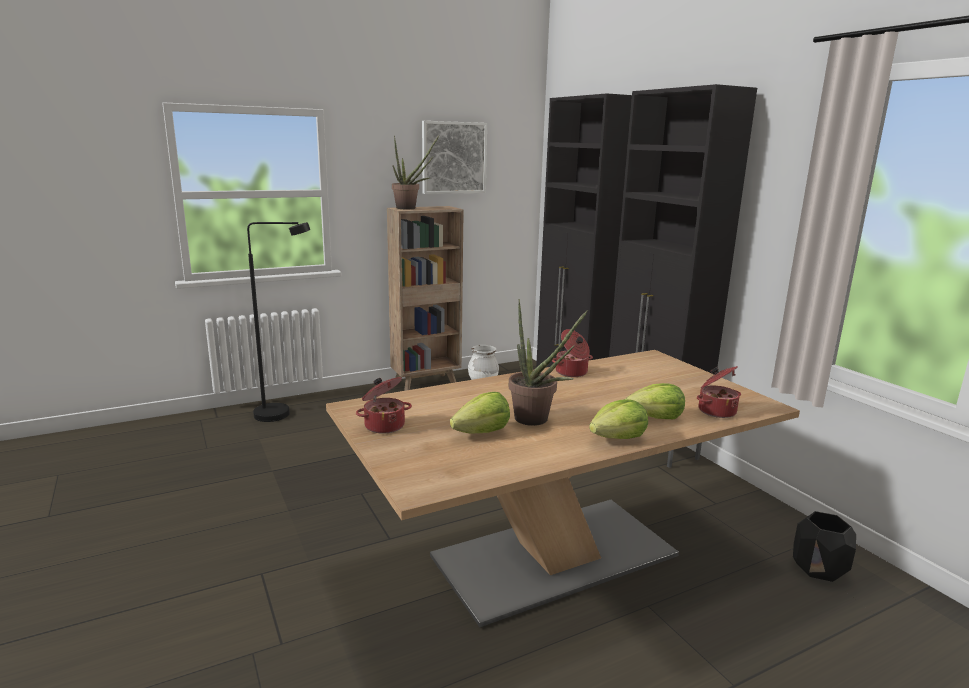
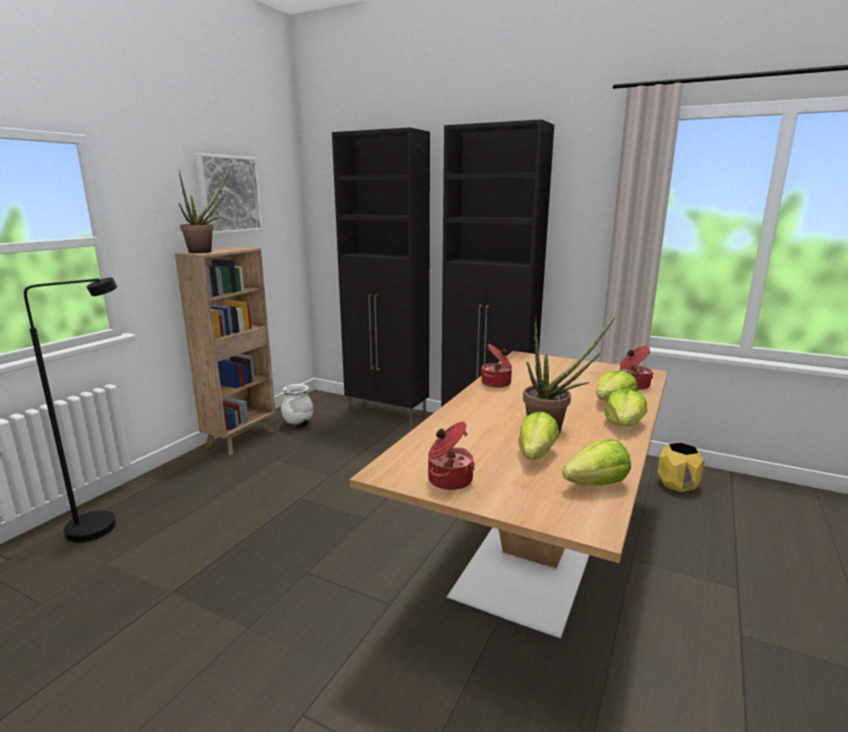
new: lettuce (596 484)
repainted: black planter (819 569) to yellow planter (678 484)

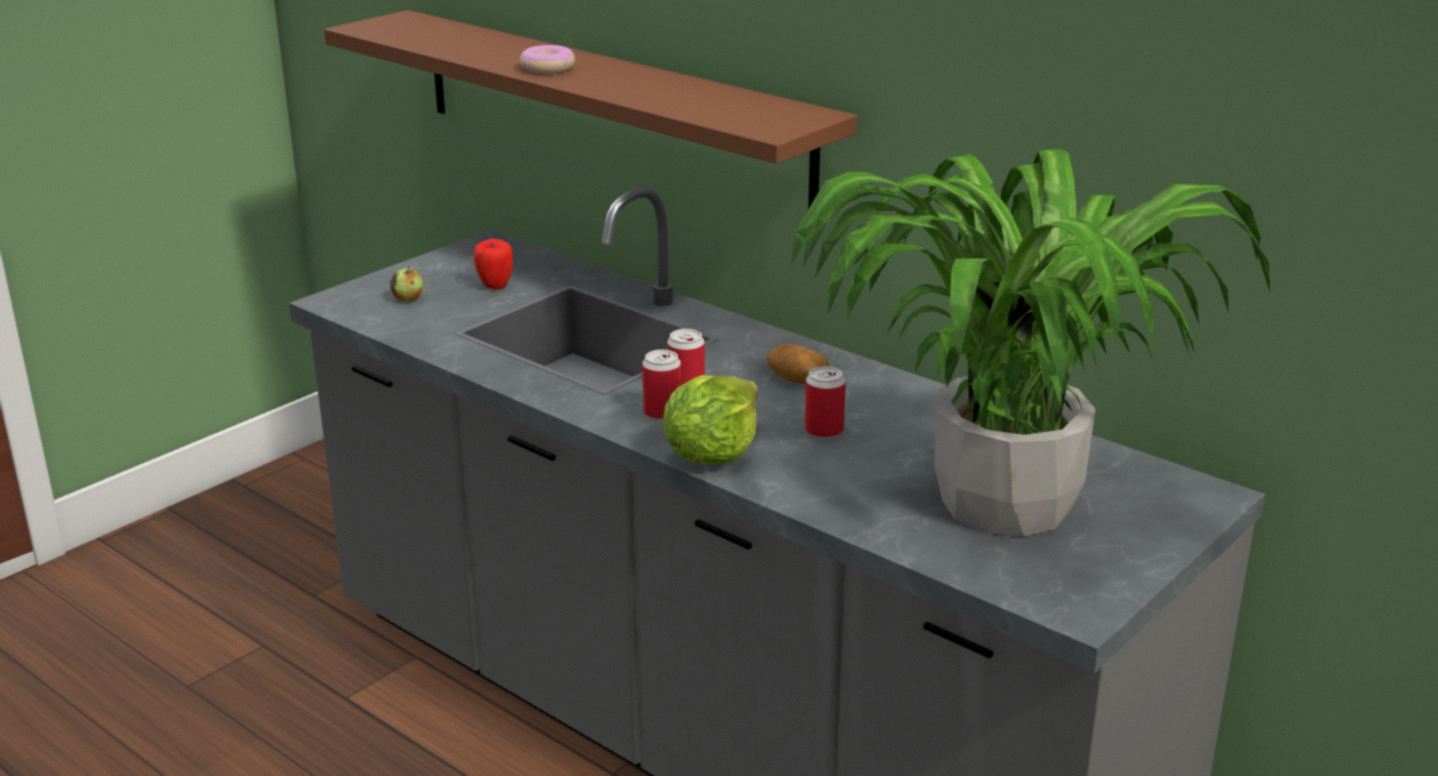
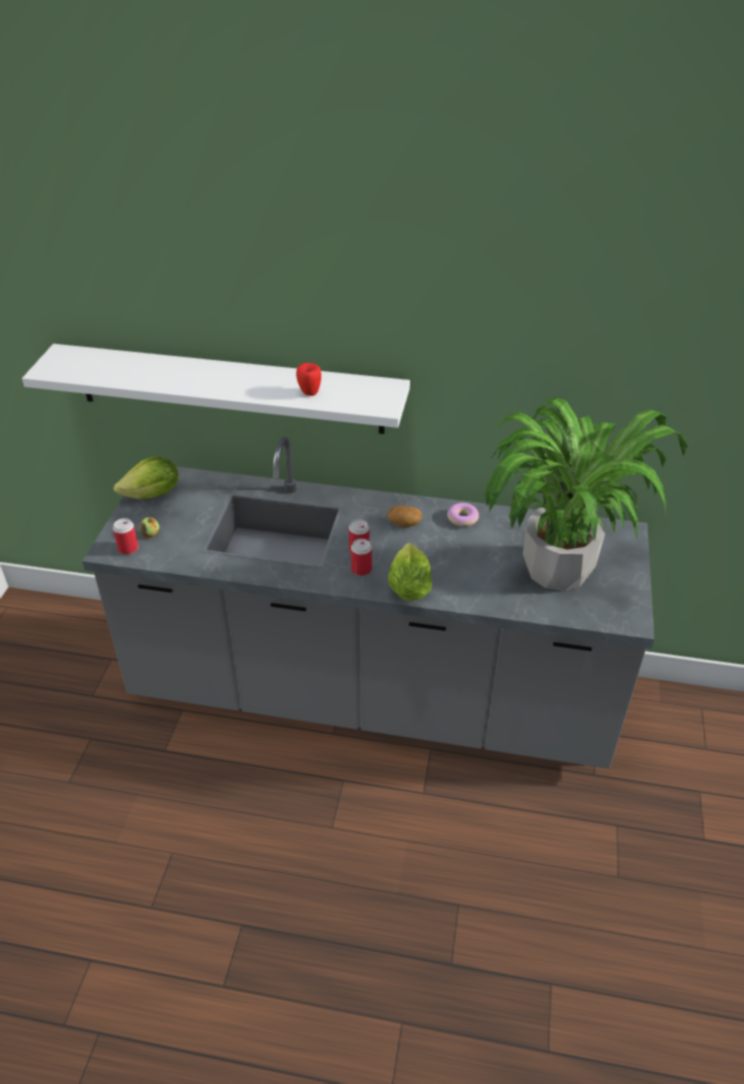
new: lettuce (153 494)
shifted: apple (495 286) to (309 393); donut (548 68) to (462 518); can (824 430) to (128 548)
repainted: brown shelf (609 109) to white shelf (229 389)

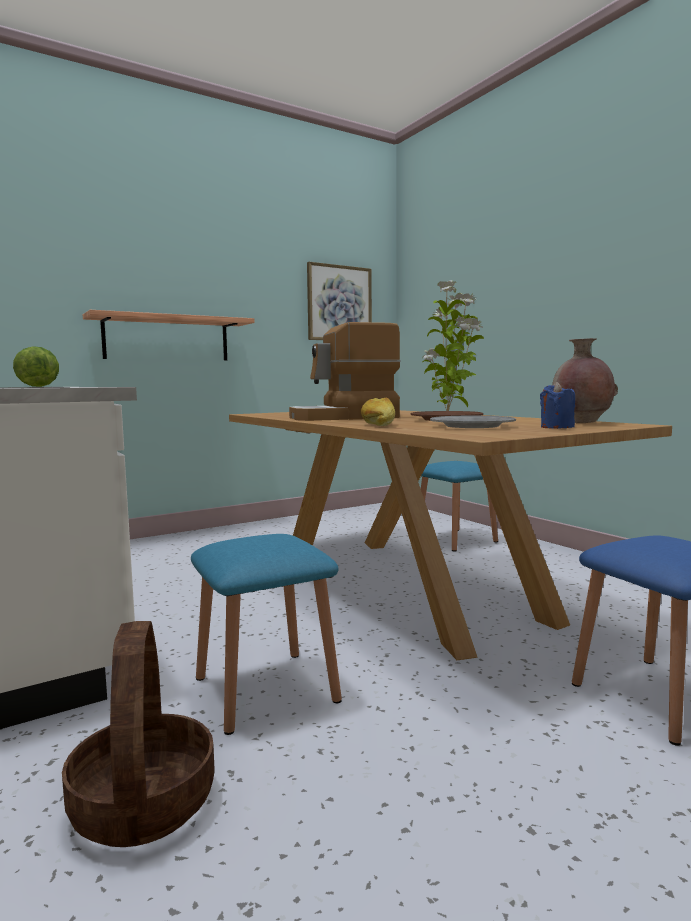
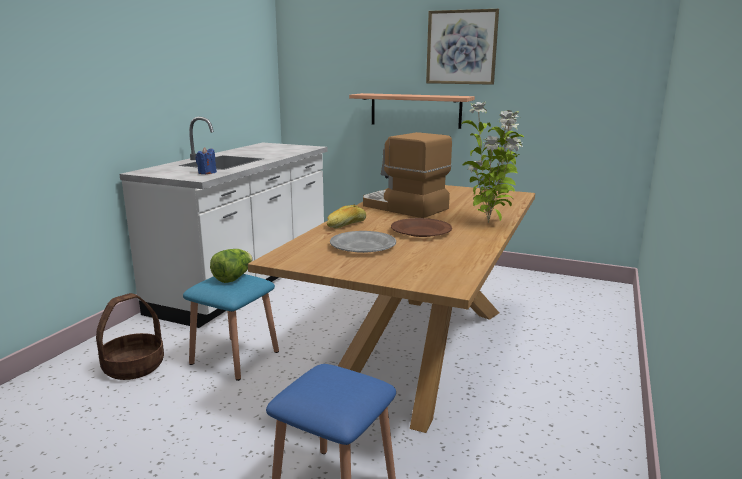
gone: blue stool (455 539); brown vase (581 423)
shifted: lettuce (37 386) to (233 278); picture (339 303) to (461 47); blue candle (556 427) to (207 173)

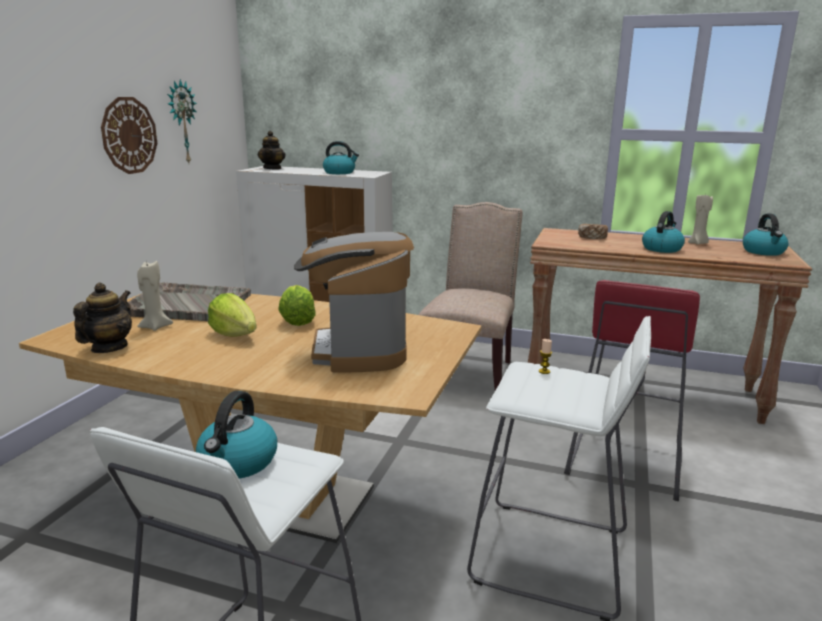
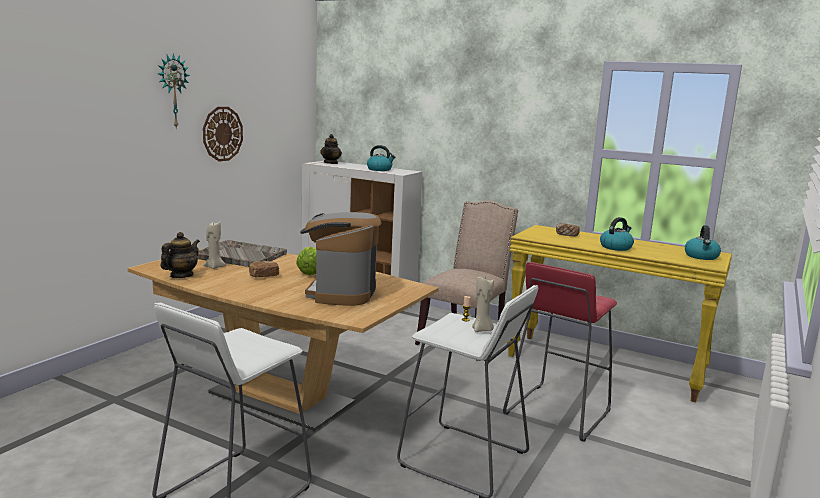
gone: kettle (238 463)
shifted: wall clock (181 122) to (172 91); beige candle (698 243) to (482 330)
swapped: lettuce (235 334) to bread (264 276)
repainted: brown console table (641 389) to yellow console table (604 366)

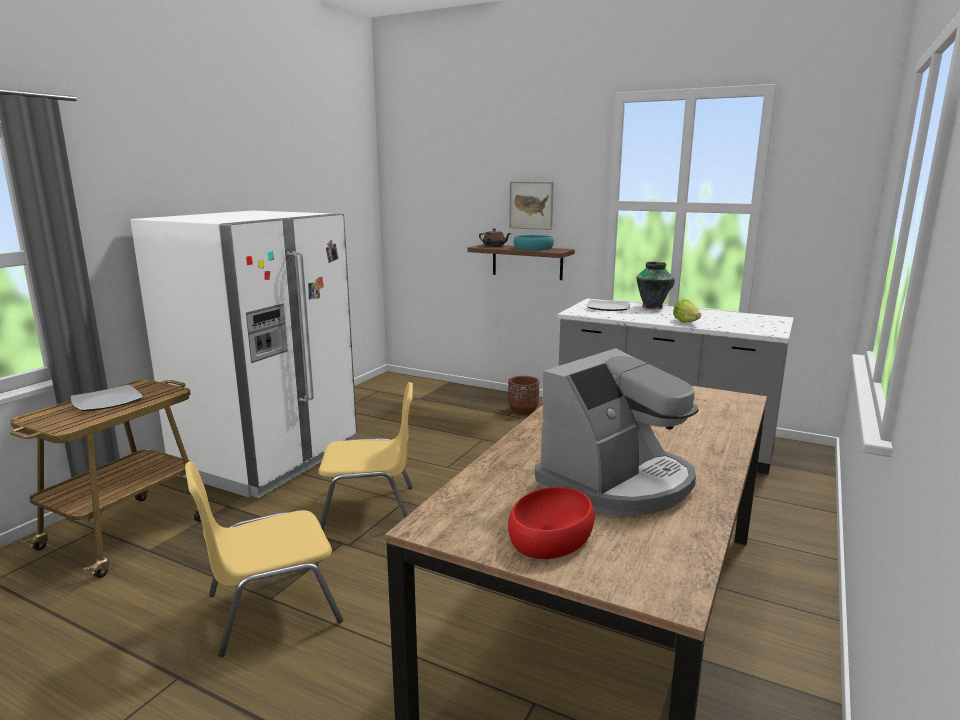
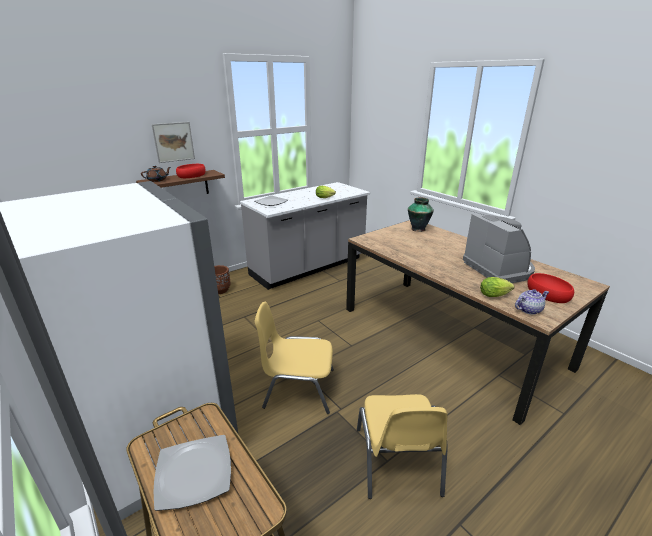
new: lettuce (495 295); teapot (528 310)
shifted: vase (653 307) to (418 229)
repainted: turquoise bowl (533 248) to red bowl (191 175)
rotated: yellow chair (370 507) = (298 388) 105 degrees counterclockwise

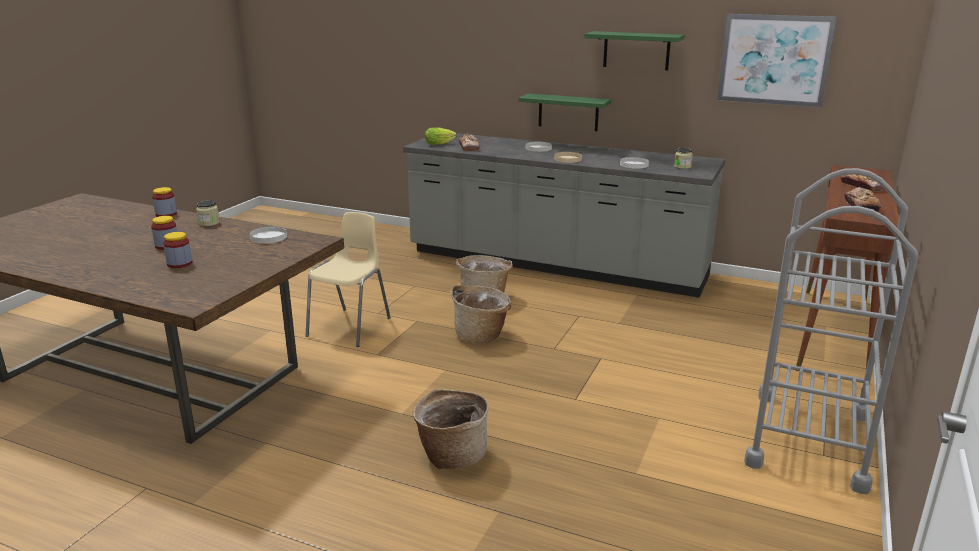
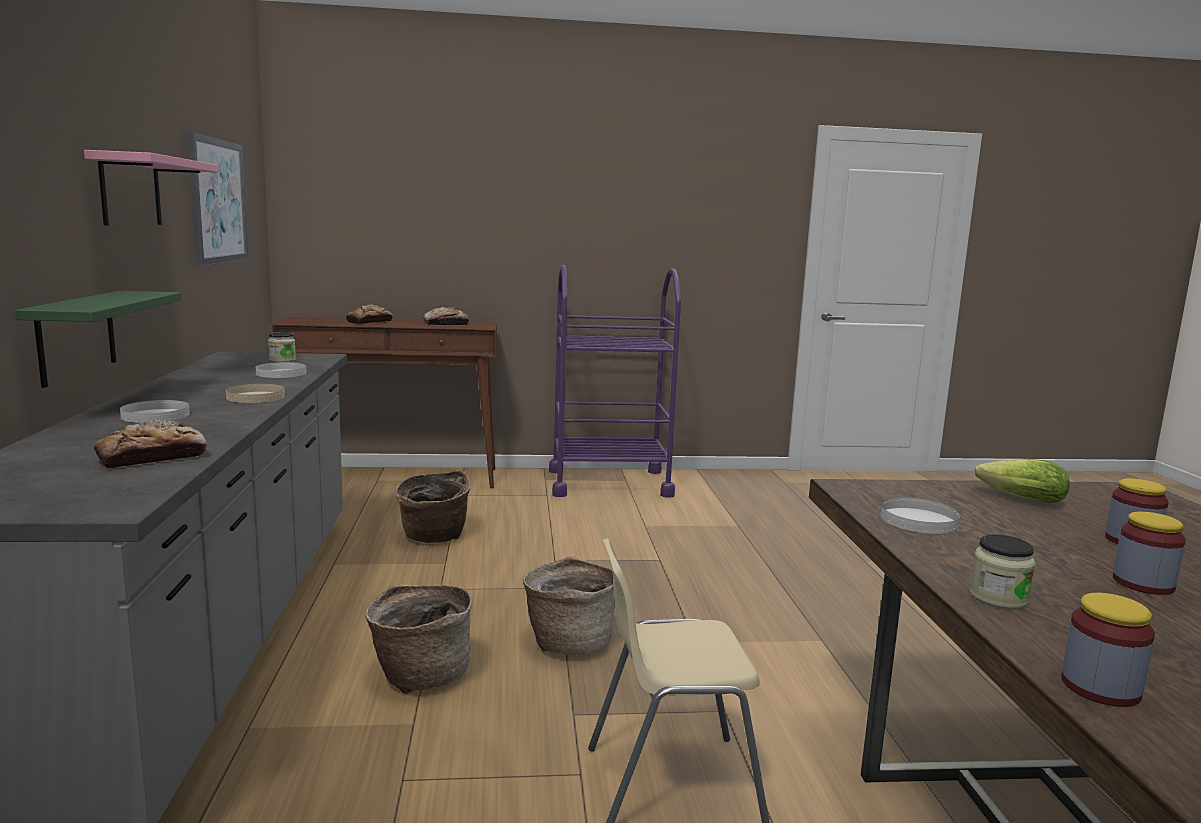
shifted: basket (451 455) to (433 538); lettuce (441 143) to (1017 498)
repainted: green shelf (636 50) to pink shelf (130 191); grey cart (809 439) to purple cart (609 483)

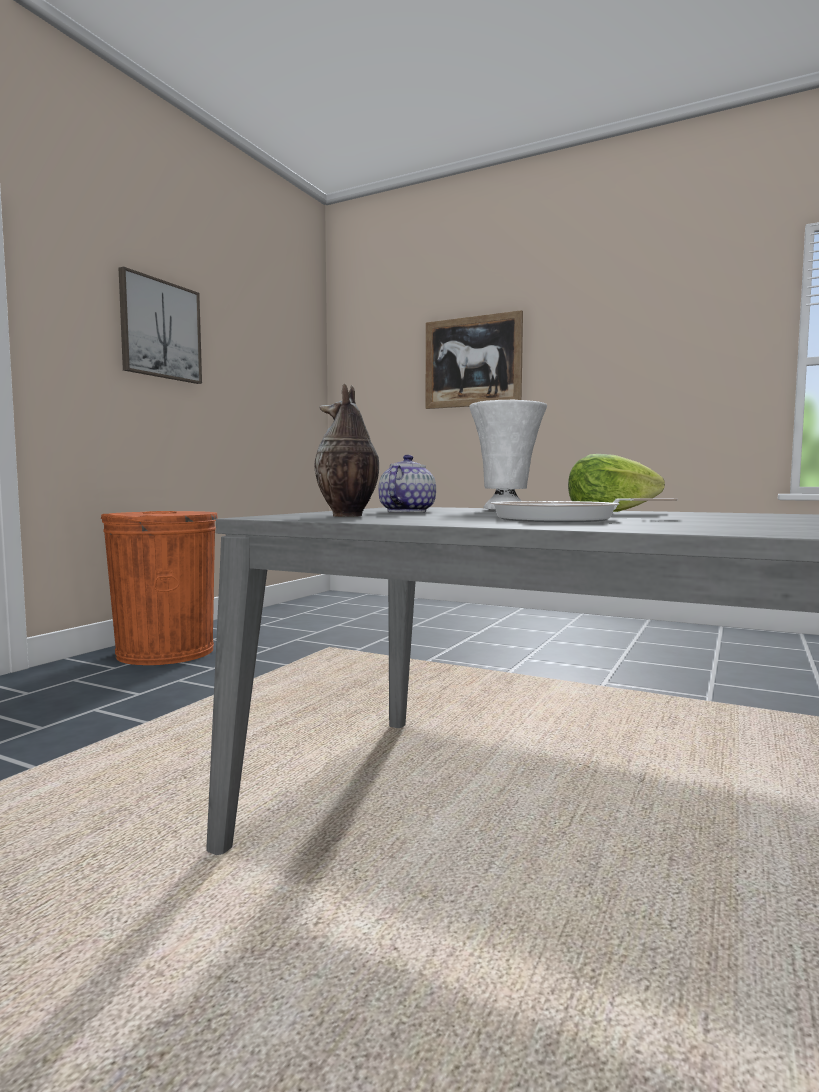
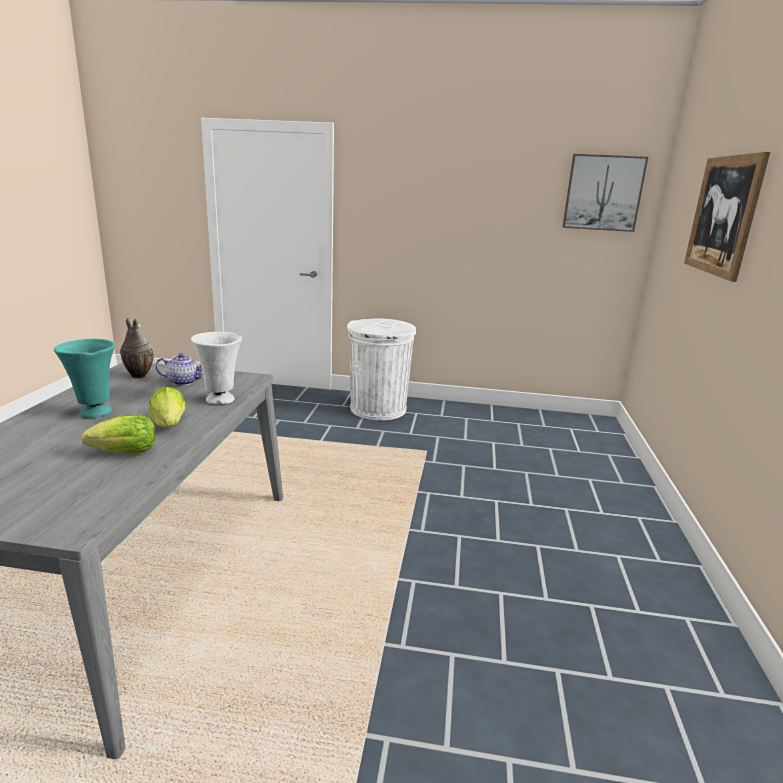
new: lettuce (126 453)
shifted: picture (160 329) to (603 193)
swapped: frying pan (562 519) to turquoise vase (94 413)
repainted: orange trash can (166 652) to white trash can (378 409)

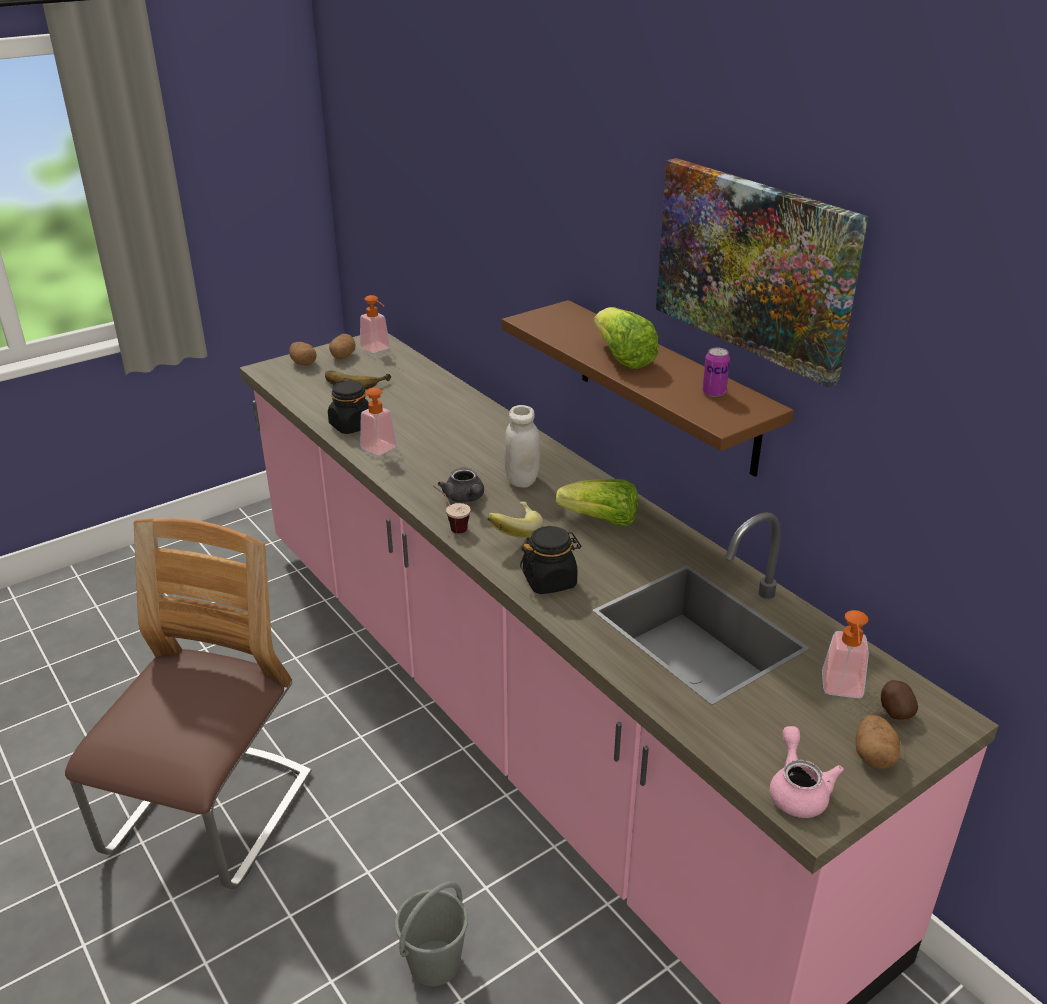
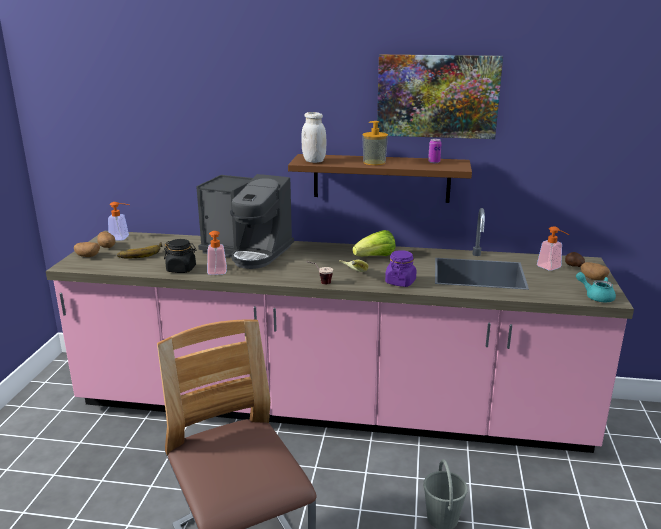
gone: grey teapot (465 498)
new: coffee machine (248 252)
shifted: white jar (522 480) to (314 161)
swapped: lettuce (622 358) to soap dispenser (374 162)
repainted: black jar (550 581) to purple jar (400 282); pink teapot (797 790) to turquoise teapot (596 296)

